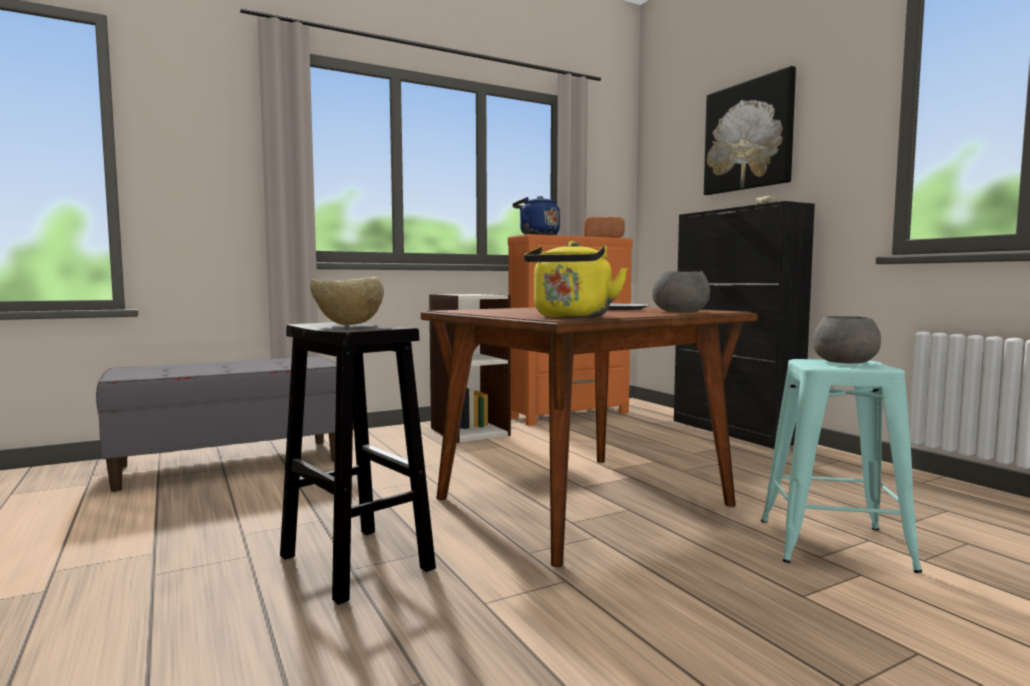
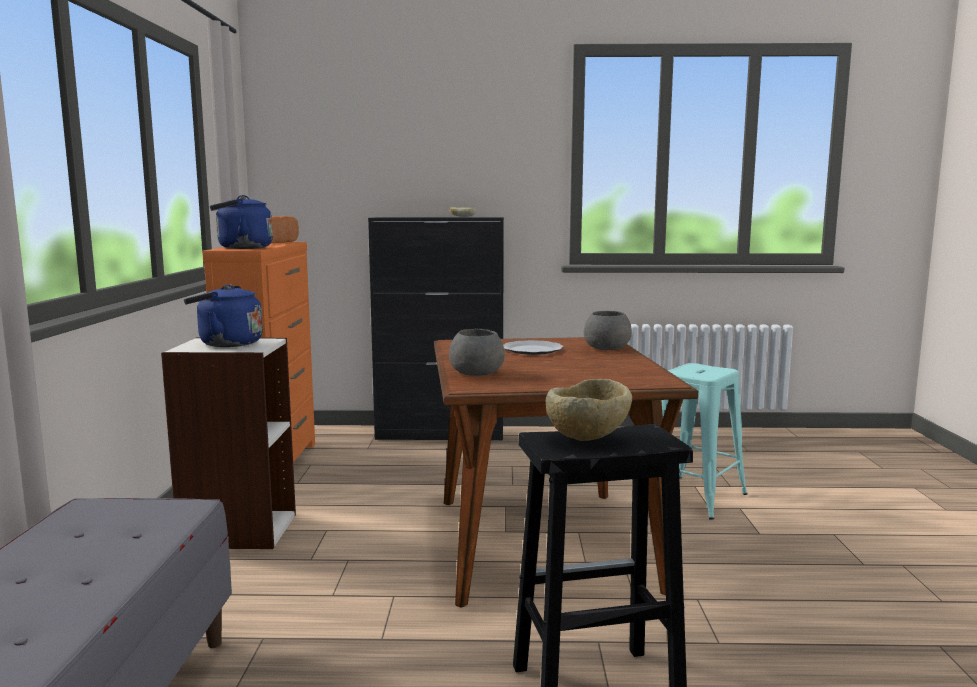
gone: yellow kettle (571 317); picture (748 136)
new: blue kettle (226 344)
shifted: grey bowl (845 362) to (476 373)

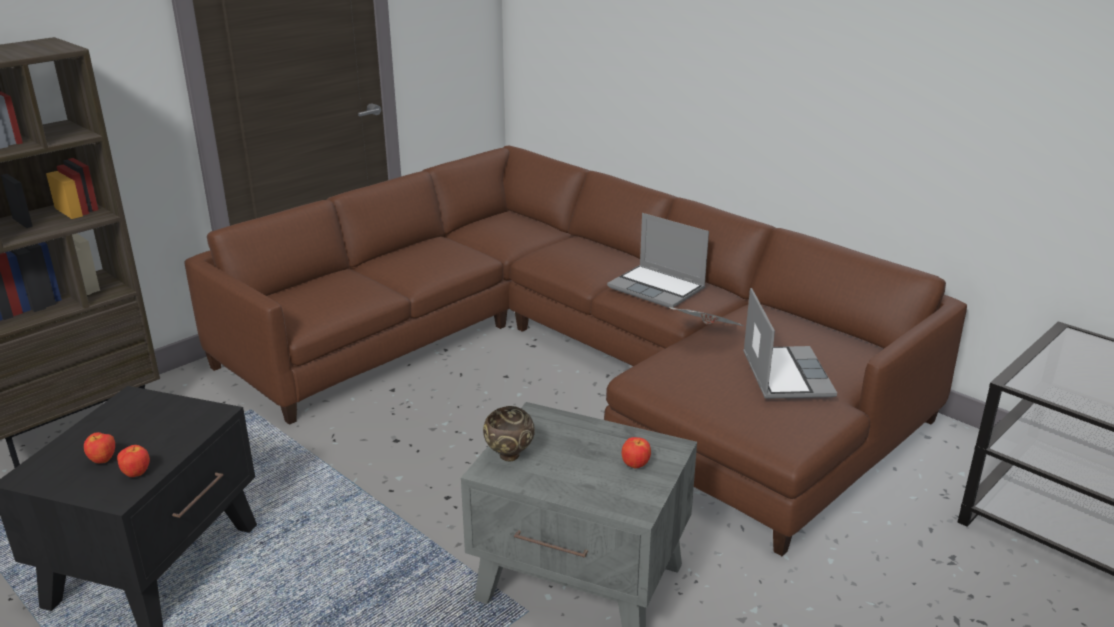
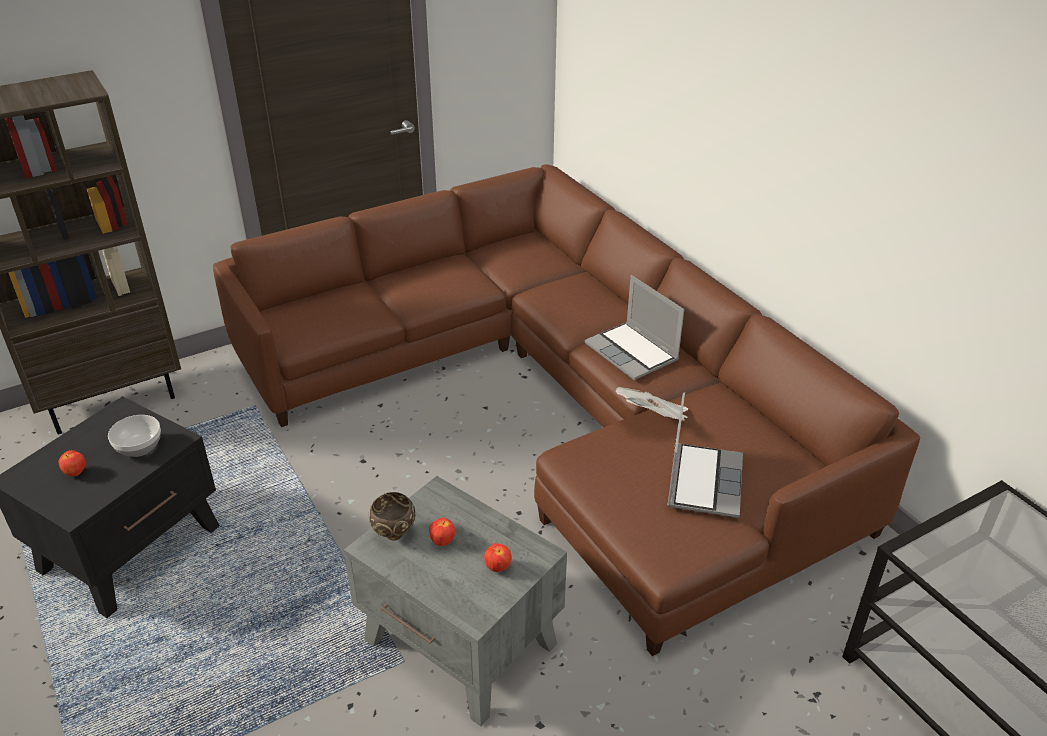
new: bowl (138 447)
shifted: apple (137 474) to (442 541)

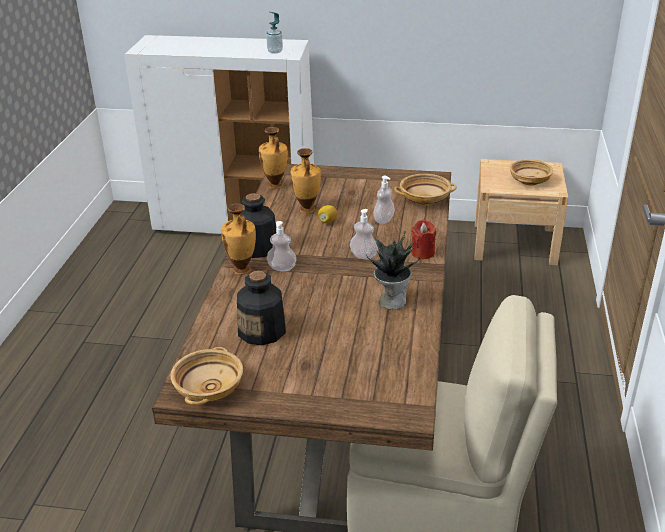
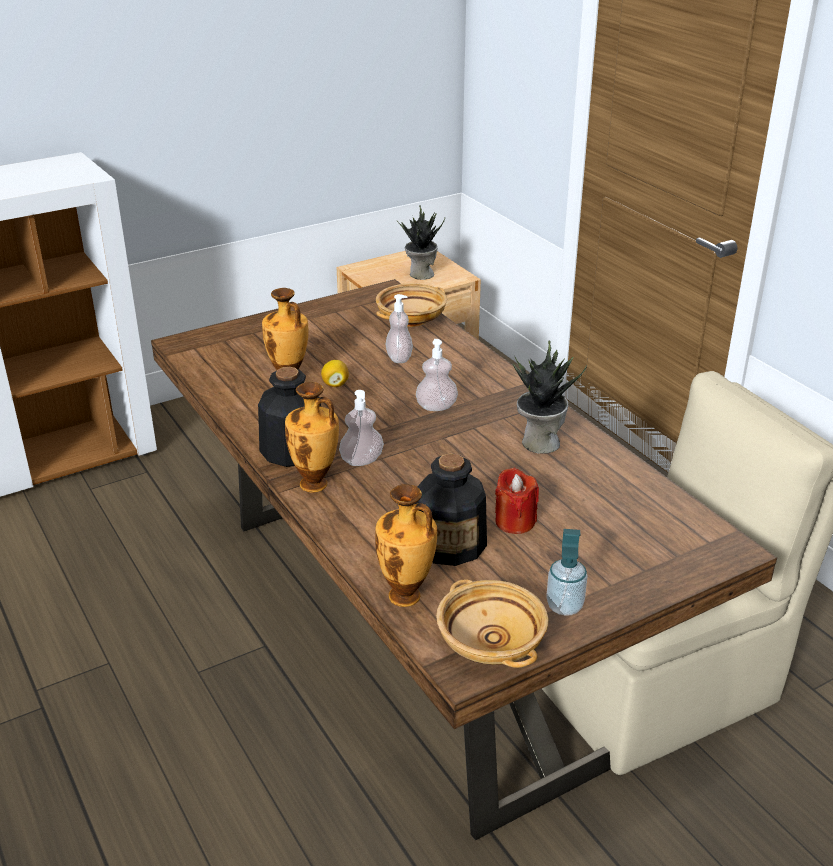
shifted: vase (275 186) to (406 597); soap dispenser (275 51) to (564 606); red candle (422 253) to (514 522)
swapped: beige bowl (529 180) to potted plant (420 274)

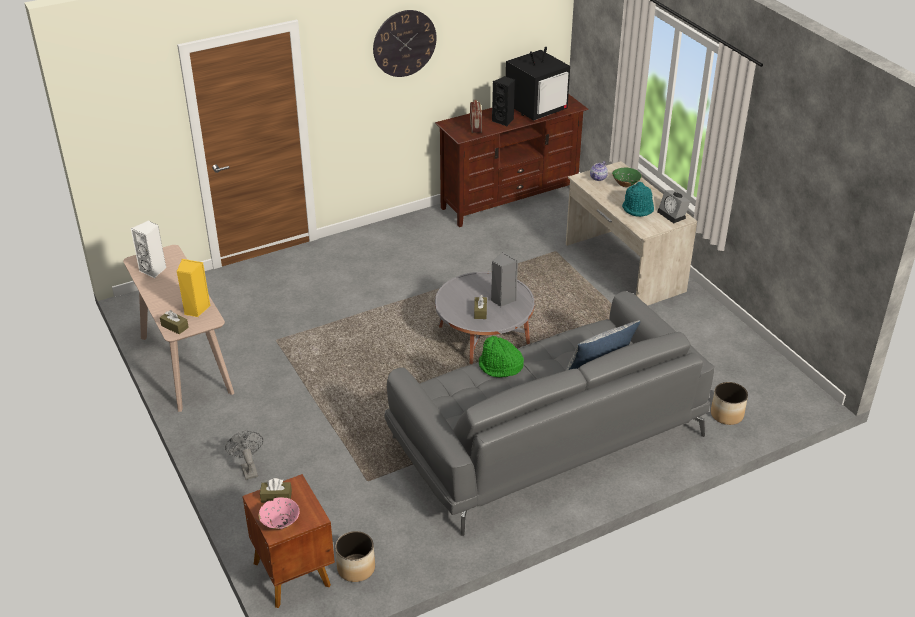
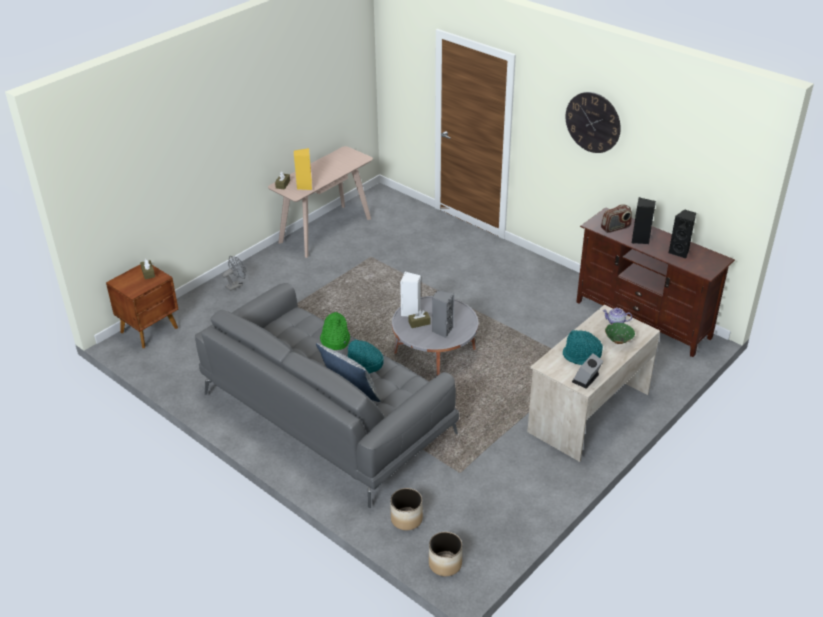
gone: pink bowl (280 523)
new: turquoise hat (364 365)
shifted: white speaker (154 270) to (411 312); planter (355 568) to (445 563)
swapped: television (536 108) to black speaker (680 252)

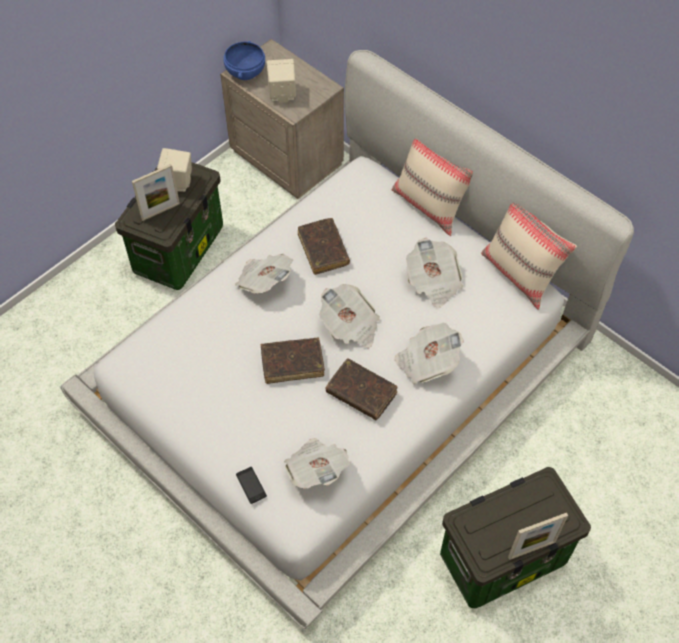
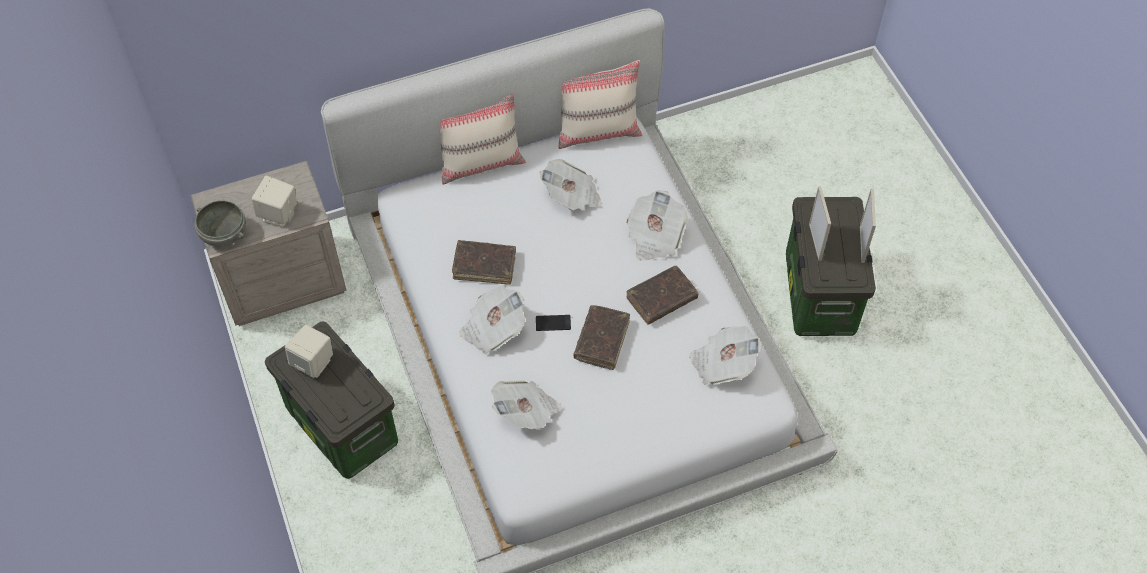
shifted: picture frame (160 211) to (815 242); phone (251 485) to (553 323); newspaper (350 326) to (527 412)
repainted: blue bowl (245 72) to grey bowl (223 235)

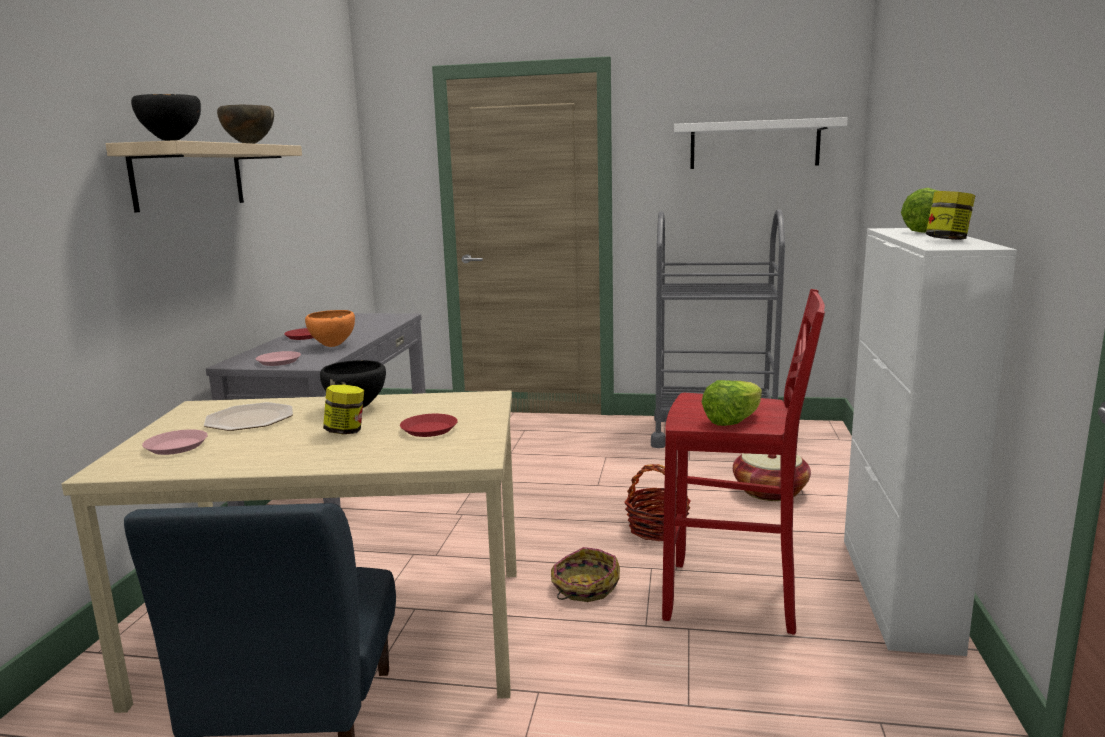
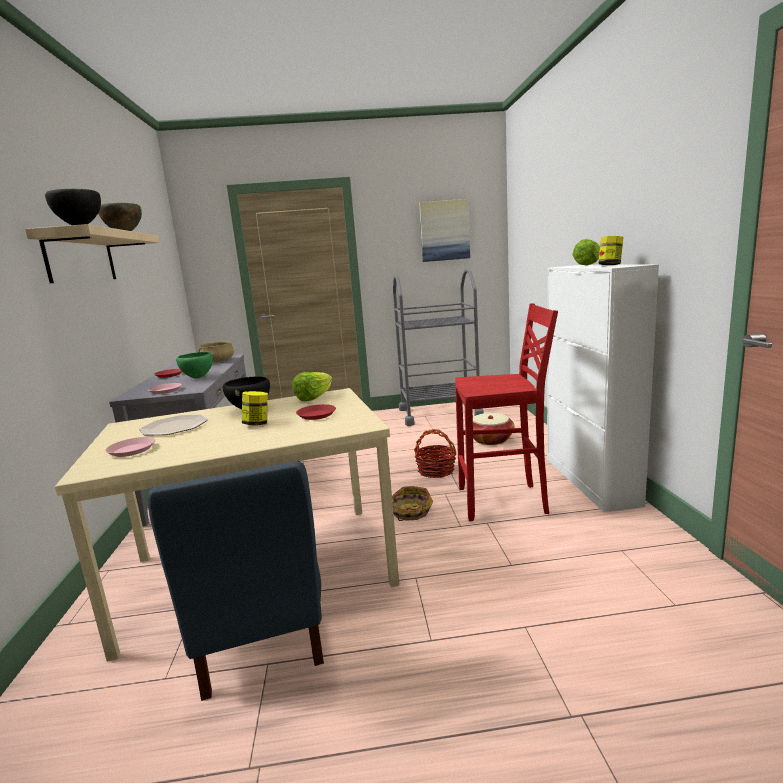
new: beige cooking pot (217 361)
shifted: lettuce (732 421) to (314 398)
swapped: white shelf (754 145) to picture (444 230)
repainted: orange bowl (333 346) to green bowl (198 378)

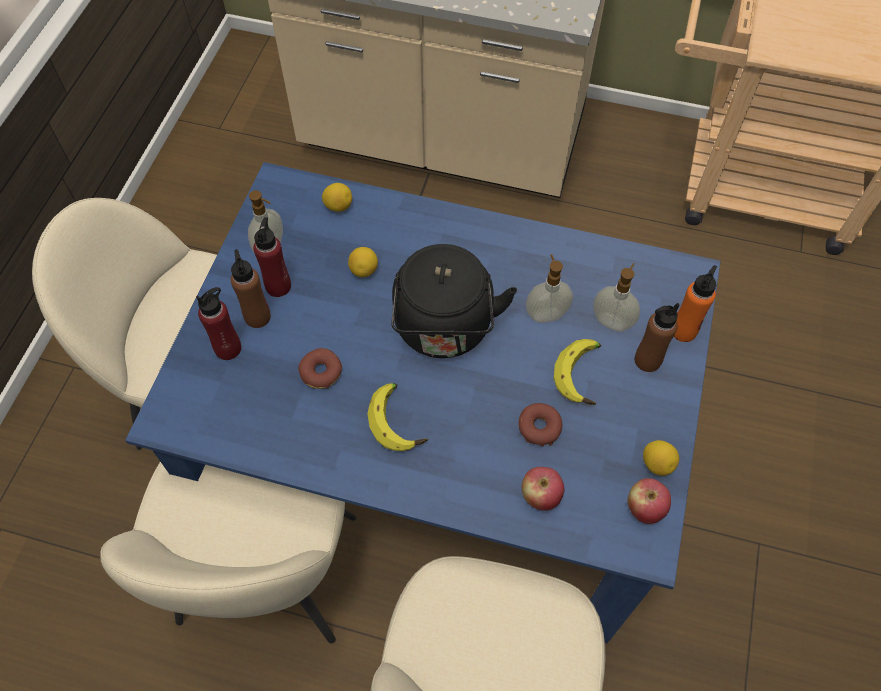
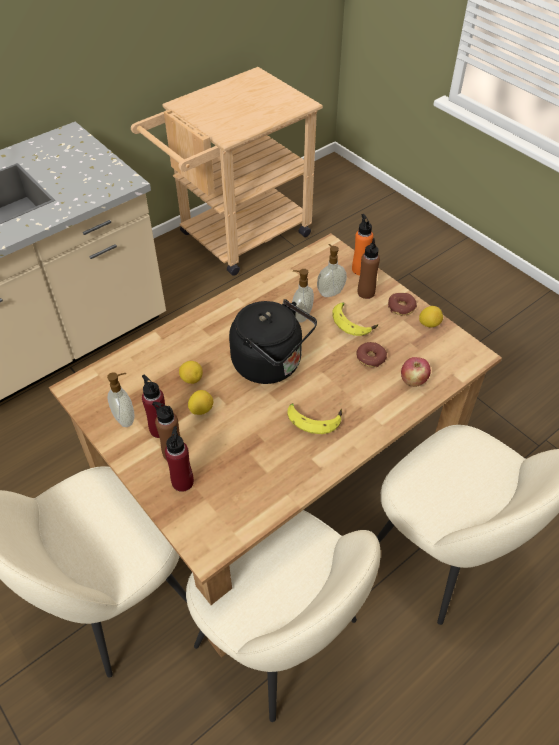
gone: apple (644 508)
shifted: donut (321 372) to (401 307); lemon (338 206) to (201 409)
repainted: blue dining table (443 459) to brown dining table (279 482)

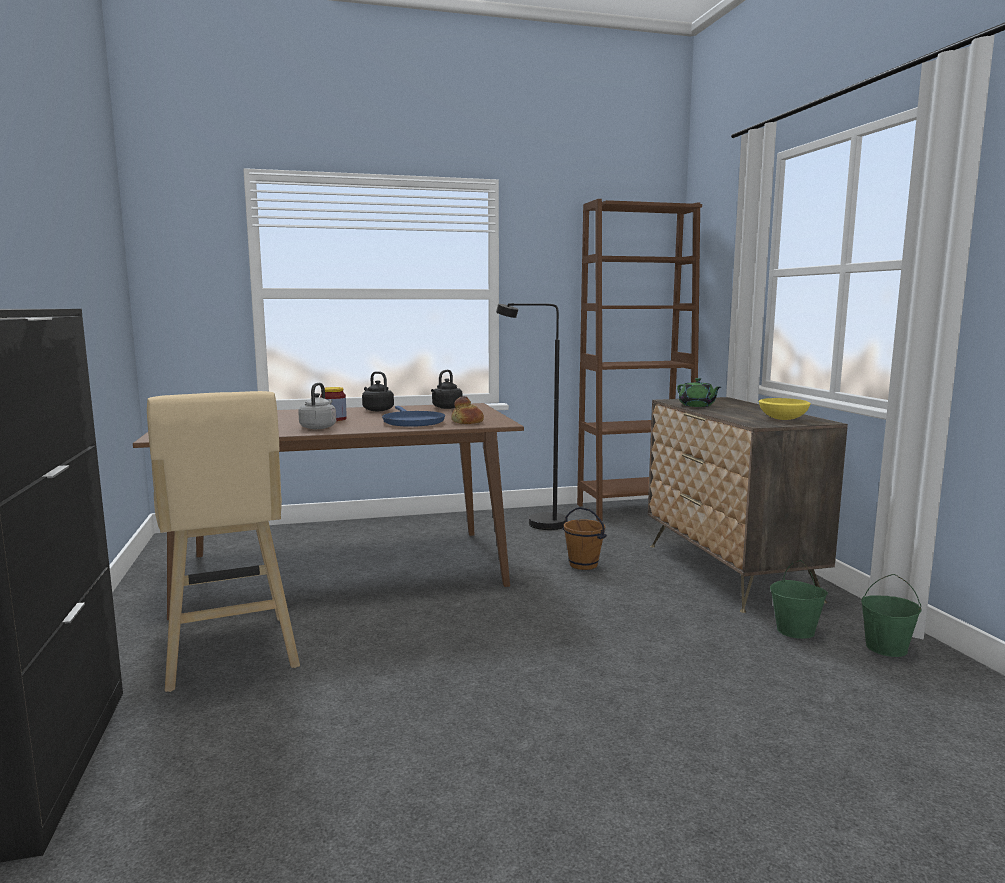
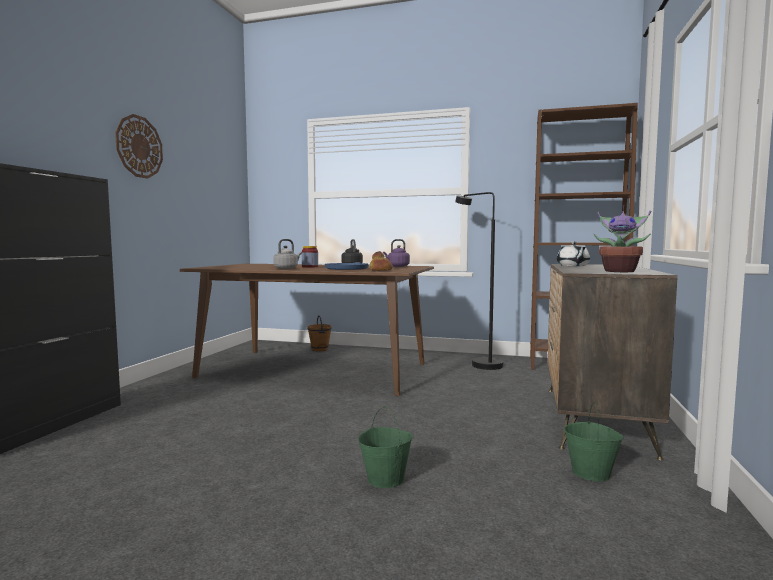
gone: beige stool (230 655)
new: wall clock (139 147)
shifted: brown bucket (583 565) to (320 349); green bucket (886 648) to (386 479)
swapped: yellow bowl (783 418) to potted plant (620 271)
repainted: black kettle (446 408) to purple kettle (397 266); green teapot (697 406) to white teapot (573 266)

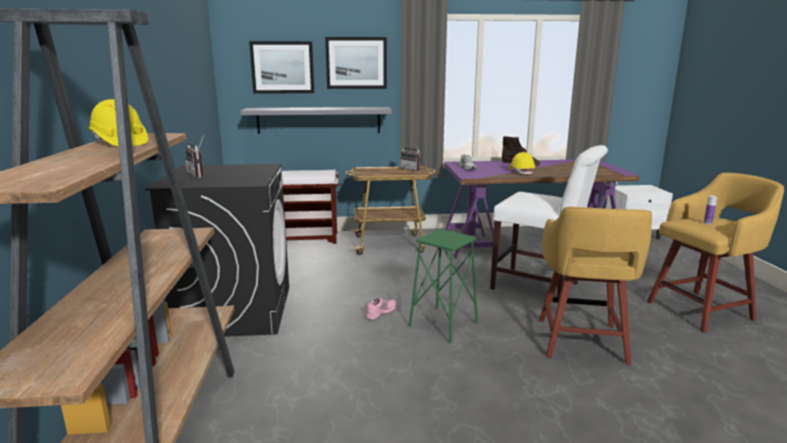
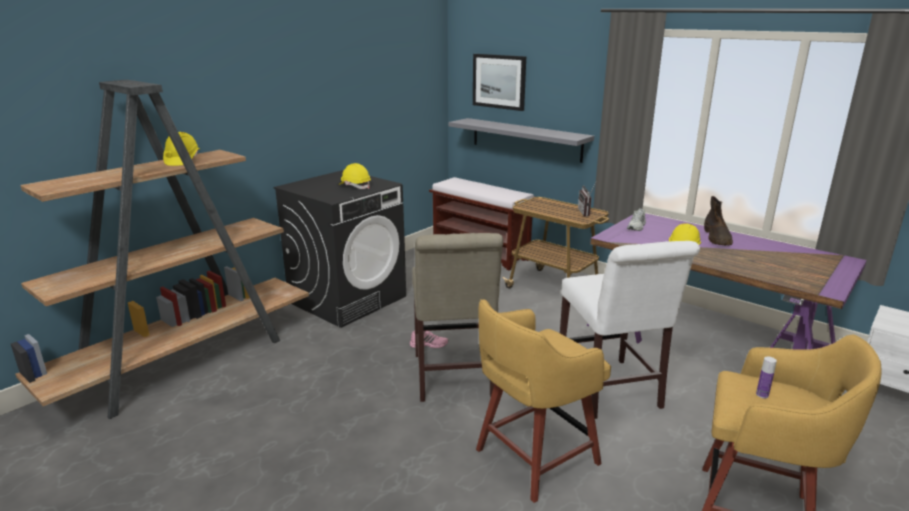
gone: radio (200 174); picture (356 63)
new: yellow hard hat (355 186)
swapped: green stool (443 325) to beige chair (453 378)

